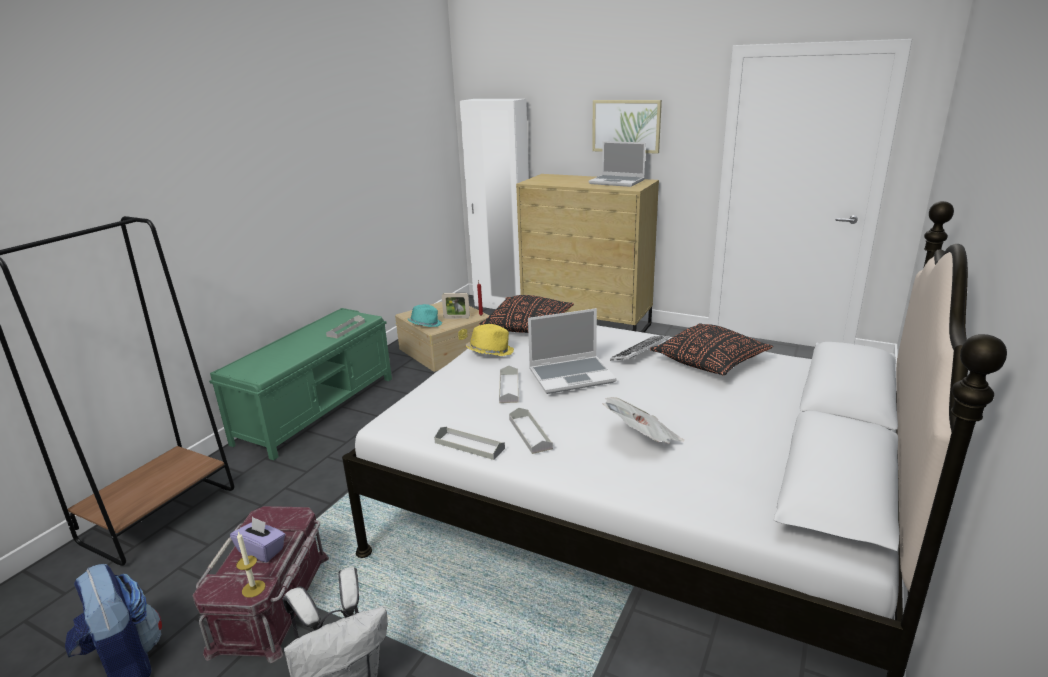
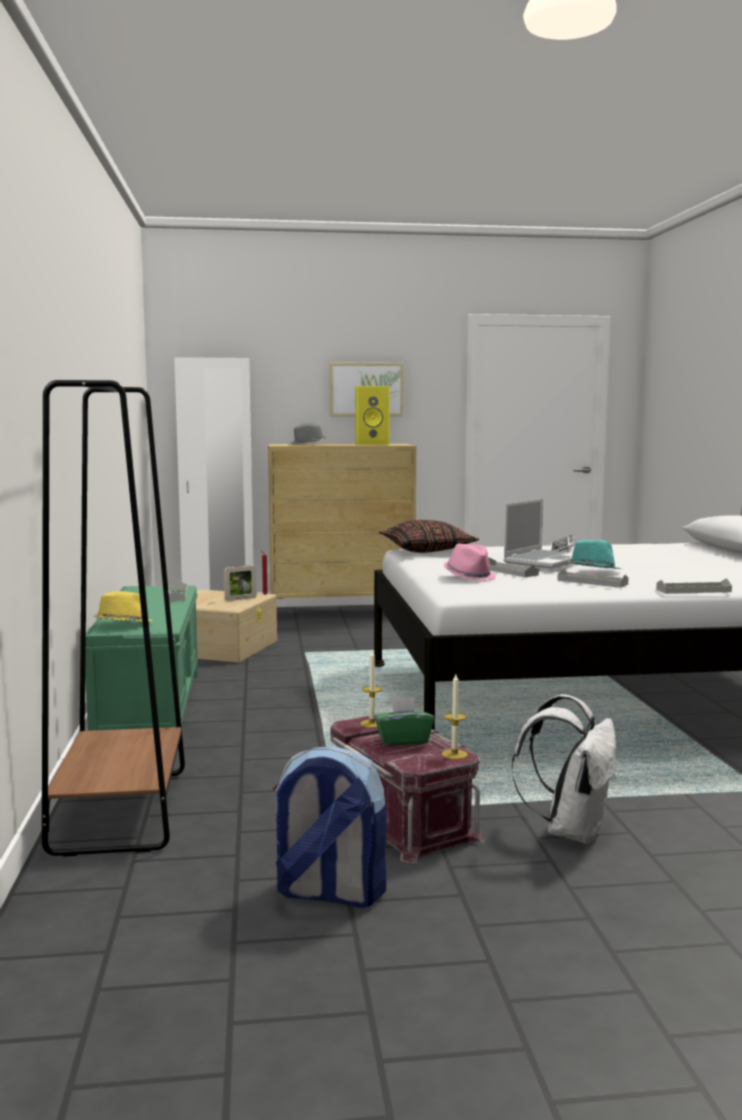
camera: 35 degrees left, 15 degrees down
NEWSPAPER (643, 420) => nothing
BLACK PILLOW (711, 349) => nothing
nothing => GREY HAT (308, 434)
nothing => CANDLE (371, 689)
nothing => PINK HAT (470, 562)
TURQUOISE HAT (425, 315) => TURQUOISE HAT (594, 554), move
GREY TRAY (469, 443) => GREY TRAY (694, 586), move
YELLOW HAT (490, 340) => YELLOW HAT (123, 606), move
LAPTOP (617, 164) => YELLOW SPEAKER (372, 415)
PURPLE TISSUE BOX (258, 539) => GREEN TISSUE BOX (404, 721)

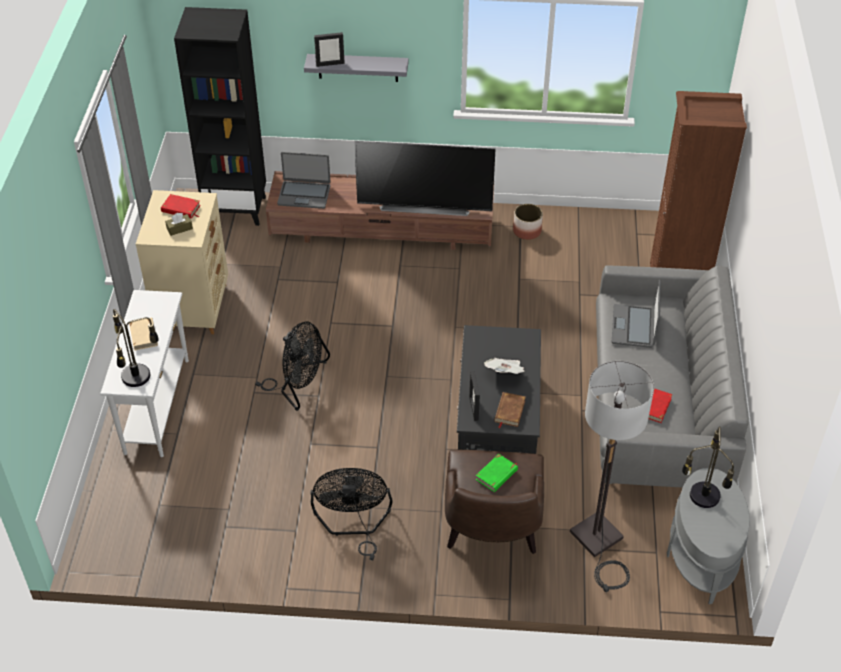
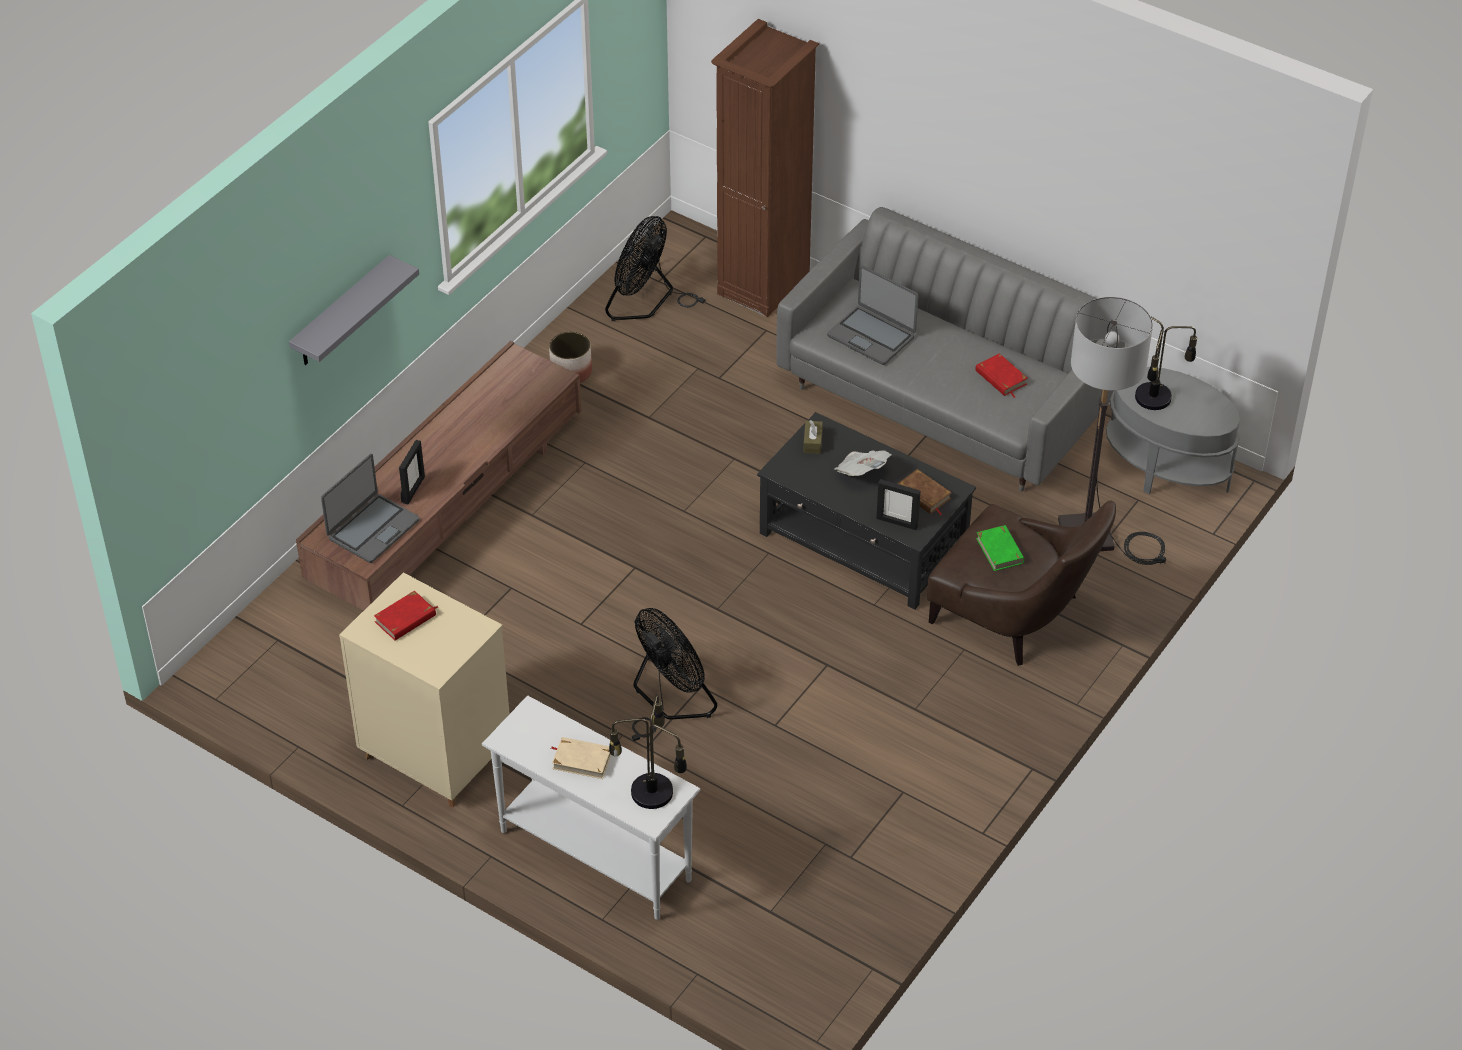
camera: 60 degrees left, 0 degrees up
BLACK BOOKCASE (220, 116) => nothing
TELEVISION (425, 178) => nothing
BROWN TISSUE BOX (179, 224) => BROWN TISSUE BOX (813, 437), move
BLACK FAN (352, 514) => BLACK FAN (655, 268), move
PICTURE FRAME (329, 49) => PICTURE FRAME (412, 472), move

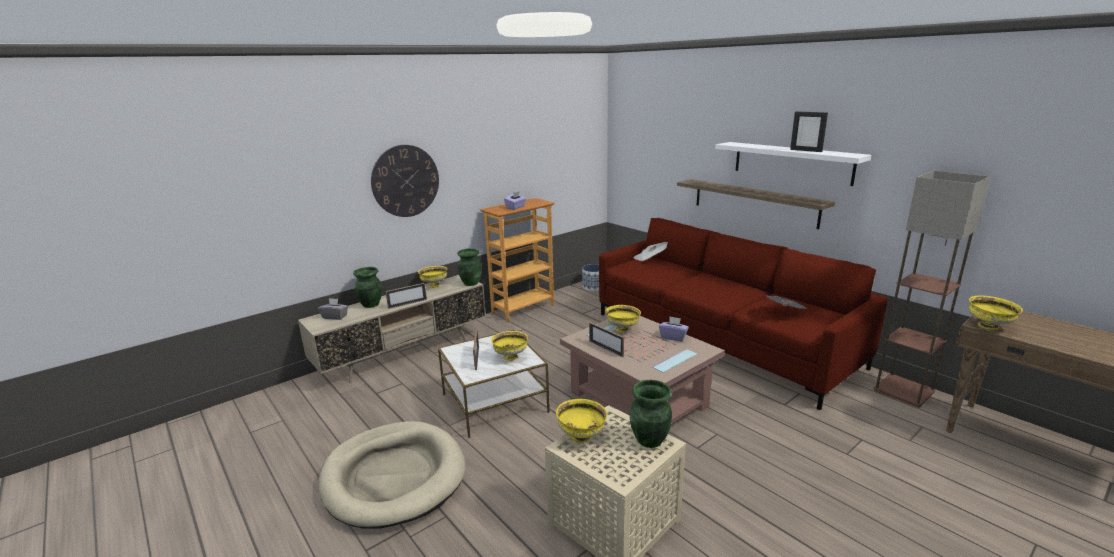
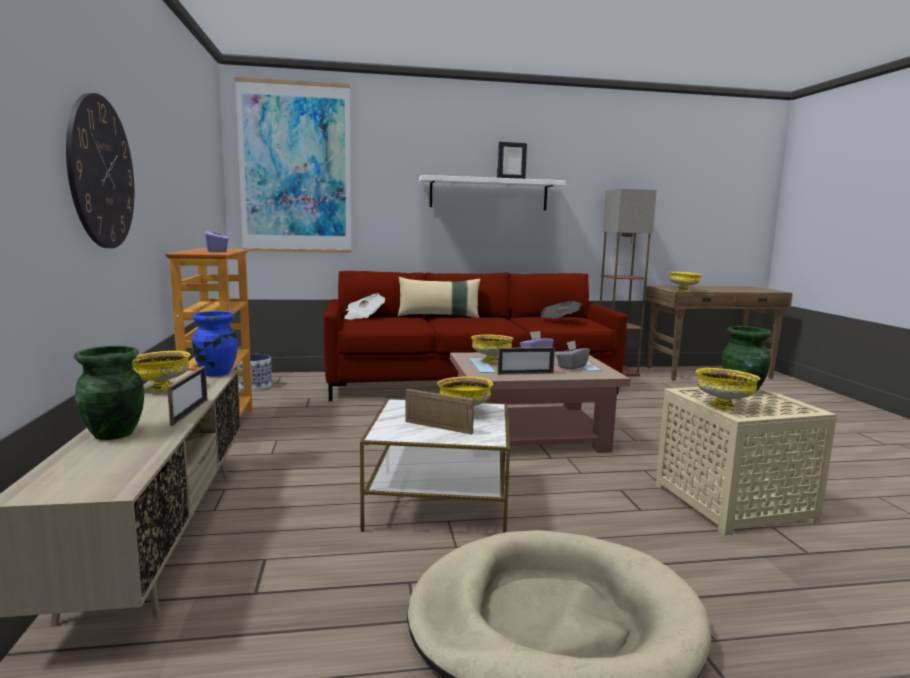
camera: 60 degrees left, 10 degrees down
SHELF (756, 204) => nothing
nothing => PICTURE (293, 165)
nothing => BEIGE PILLOW (439, 297)
GREY TISSUE BOX (333, 309) => GREY TISSUE BOX (573, 355), move
GREEN VASE (469, 267) => BLUE VASE (215, 343)

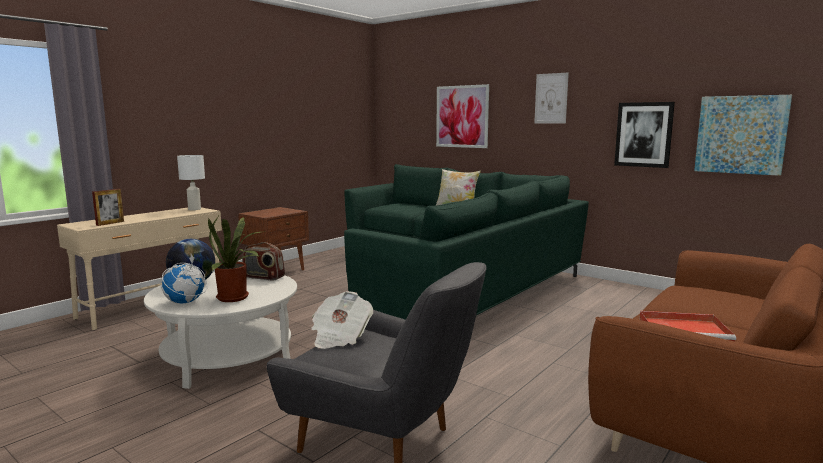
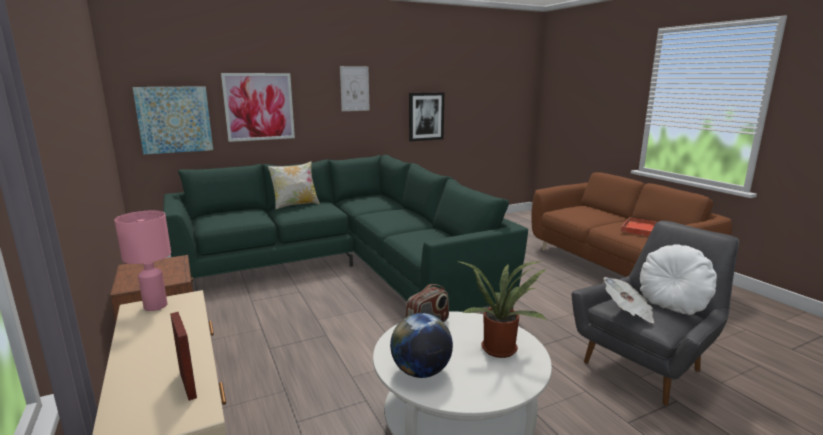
camera: 65 degrees left, 5 degrees up
GLOBE (184, 278) => nothing
nothing => WHITE PILLOW (678, 279)
PICTURE (743, 135) => PICTURE (172, 120), move
WHITE TABLE LAMP (191, 182) => PINK TABLE LAMP (142, 261)

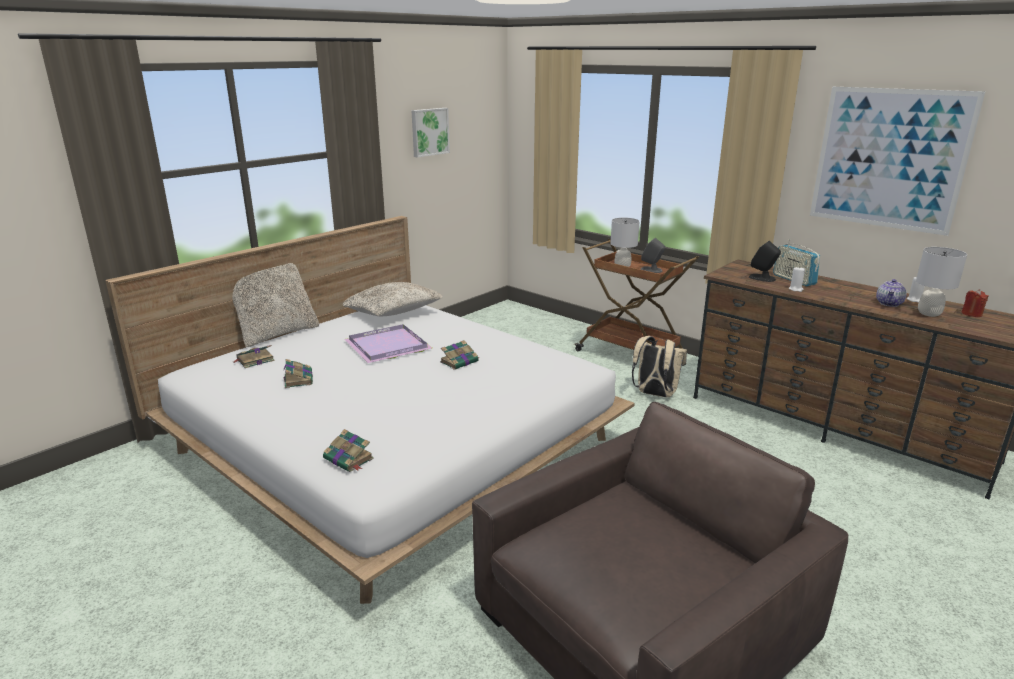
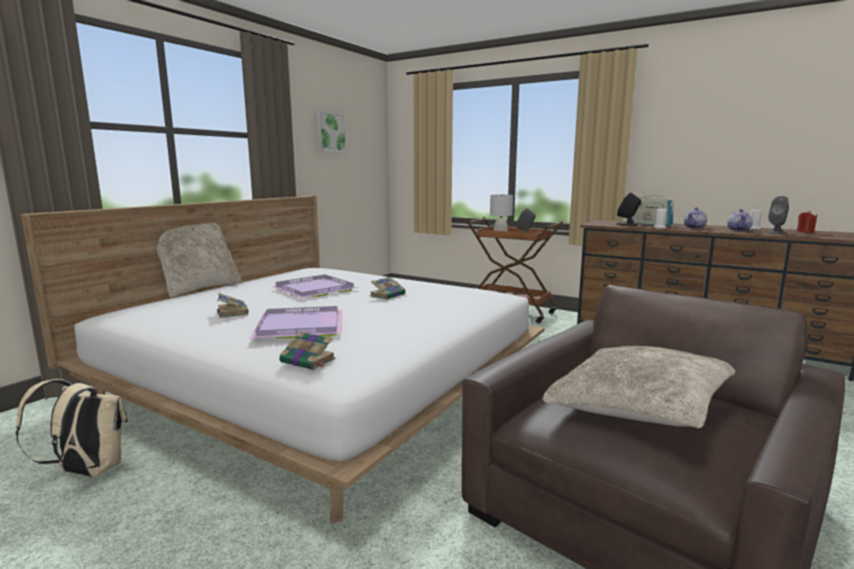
camera: 10 degrees left, 10 degrees down
BOOK (253, 356) => nothing
PICTURE (897, 161) => nothing
nothing => PURPLE TRAY (296, 322)
nothing => TEAPOT (695, 218)
BEIGE PILLOW (393, 299) => BEIGE PILLOW (639, 387), move
BEIGE BACKPACK (659, 366) => BEIGE BACKPACK (72, 428), move
GREY TABLE LAMP (941, 282) => GREY SPEAKER (777, 215)

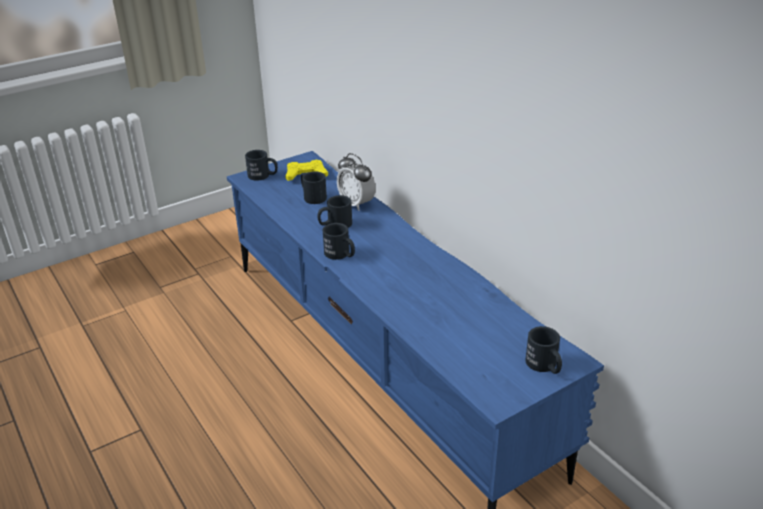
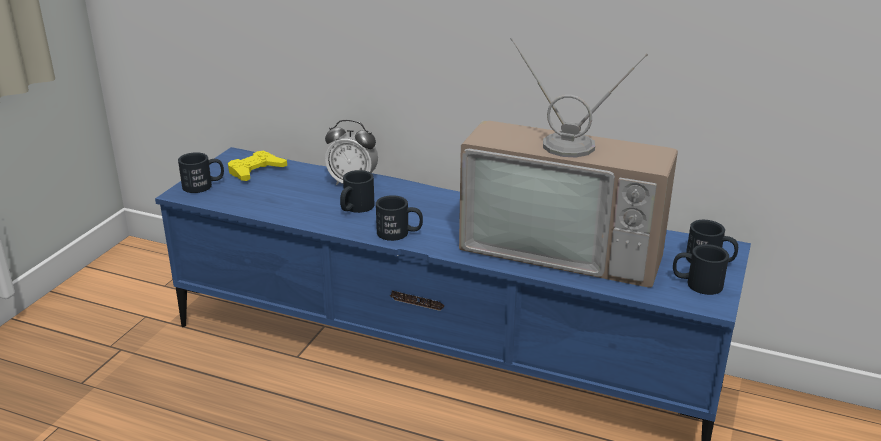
camera: 35 degrees left, 5 degrees down
nothing => TELEVISION (568, 162)
BLACK MUG (314, 187) => BLACK MUG (701, 269), move

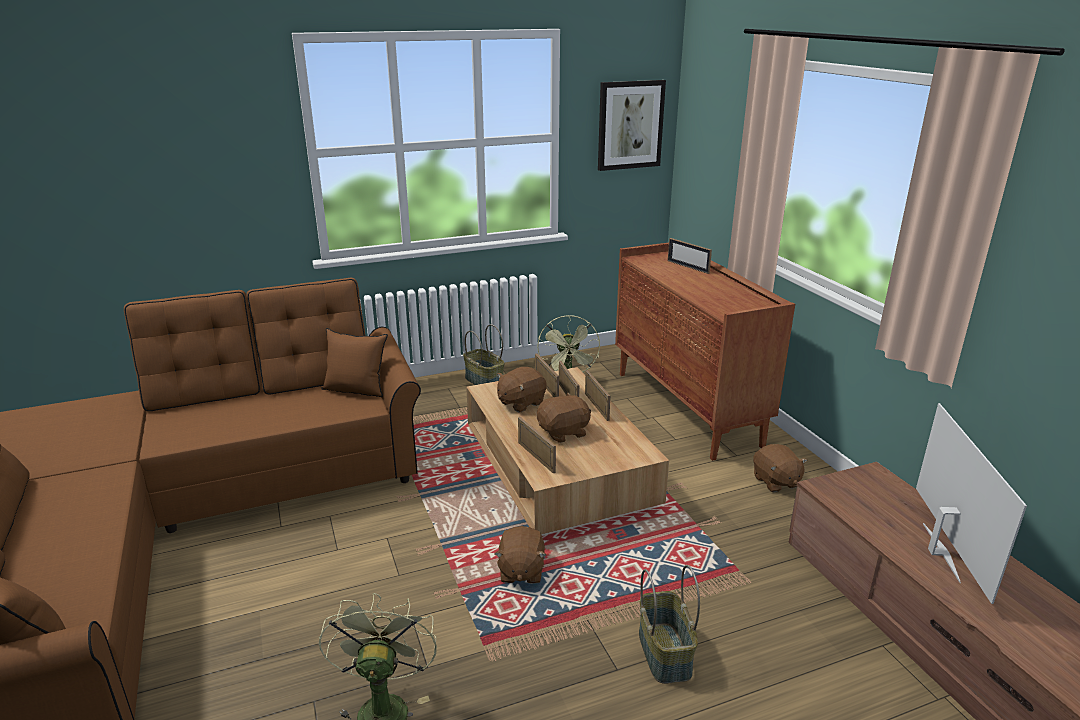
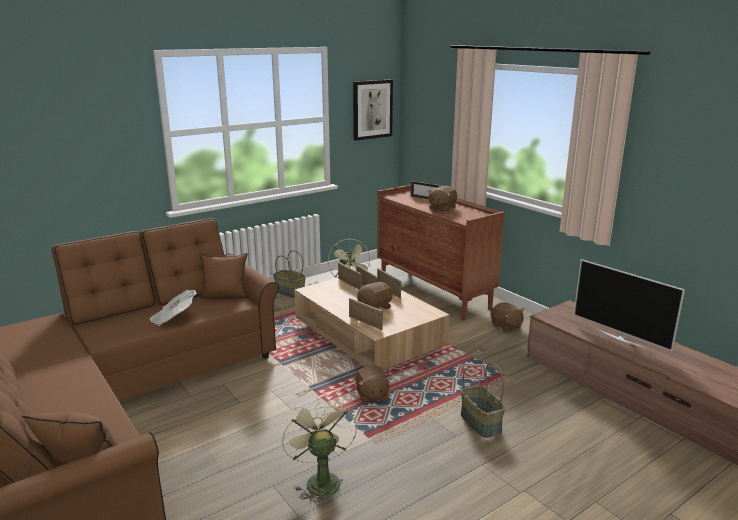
camera: 15 degrees left, 5 degrees down
nothing => NEWSPAPER (173, 308)
BROWN PLUSH TOY (522, 389) => BROWN PLUSH TOY (442, 199), move
TELEVISION (971, 503) => TELEVISION (629, 305), 150 degrees clockwise

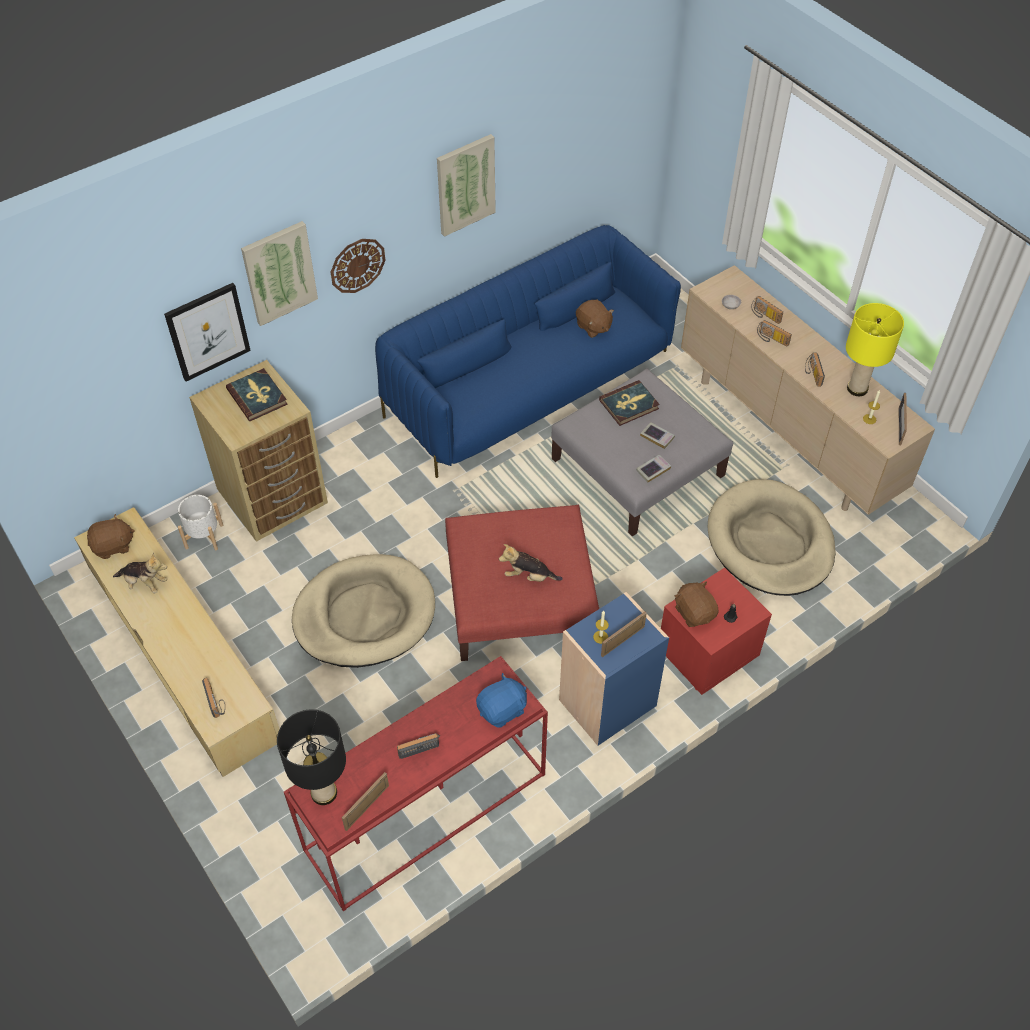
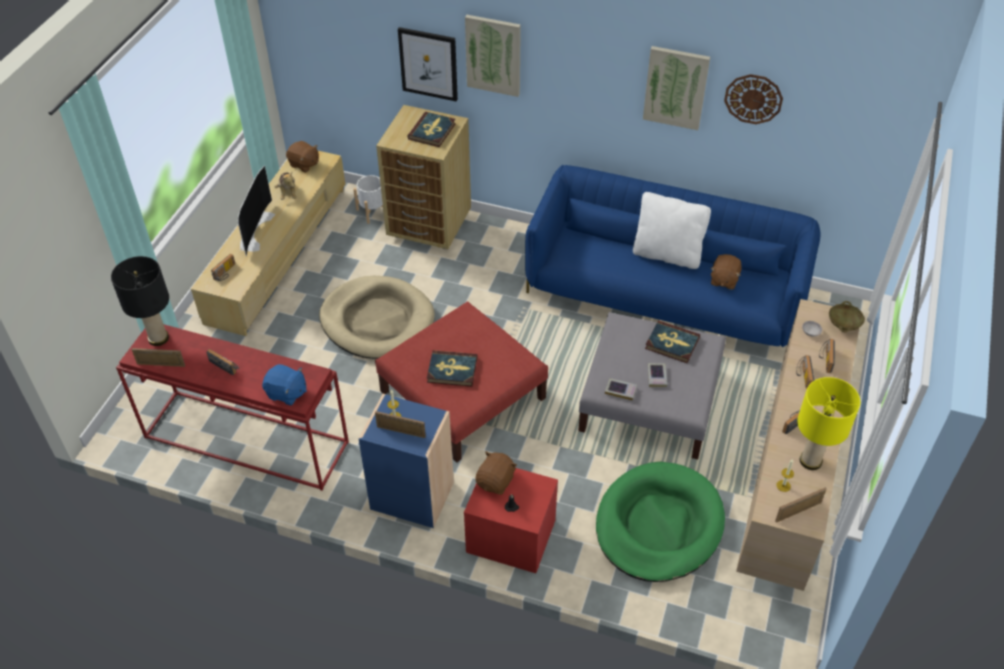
camera: 55 degrees right, 5 degrees down
nothing => TELEVISION (256, 211)
nothing => WHITE PILLOW (672, 230)
nothing => BEIGE BOWL (847, 316)
WALL CLOCK (358, 266) => WALL CLOCK (753, 99), move
PLUSH TOY (530, 563) => BOOK (452, 368)
BEIGE DOG BED (771, 537) => GREEN DOG BED (660, 522)

